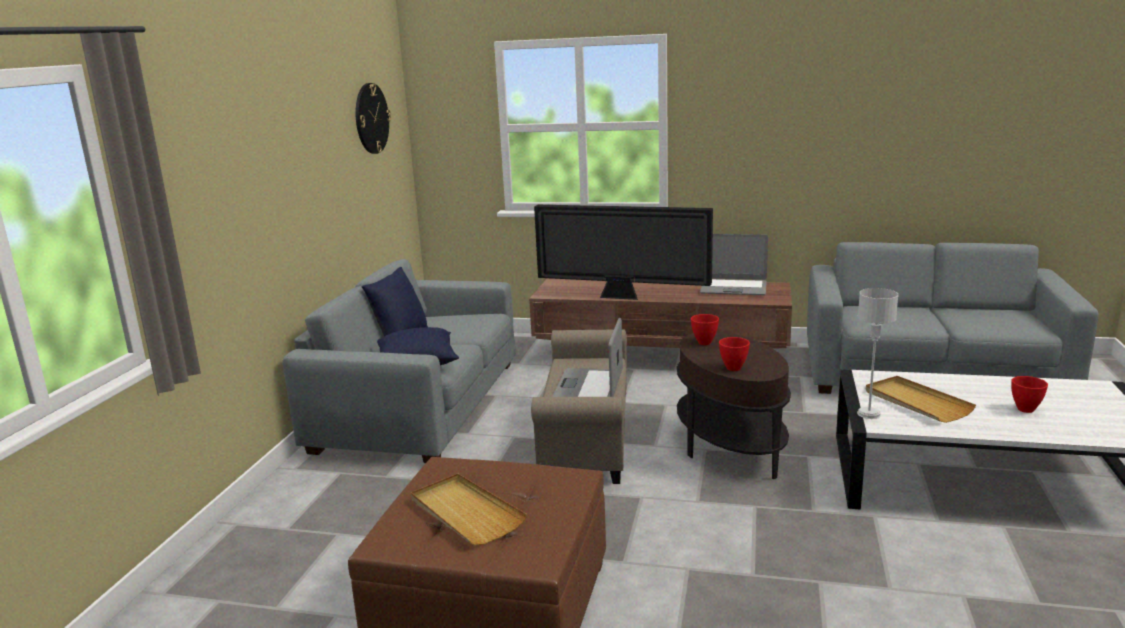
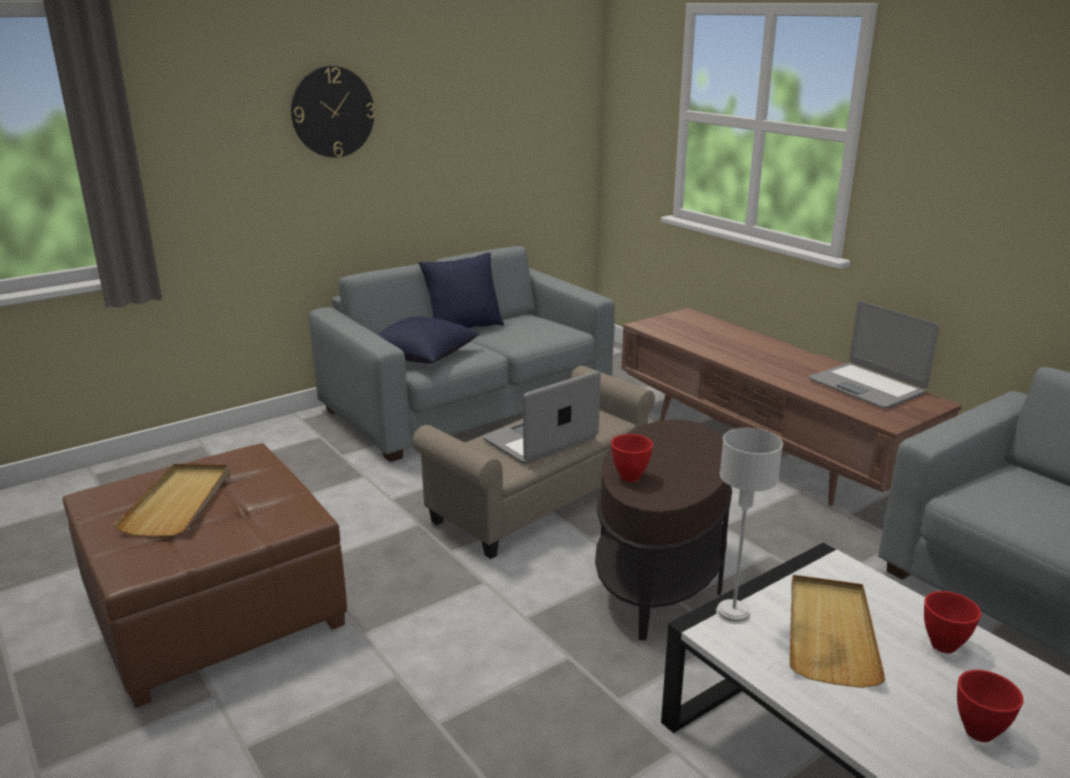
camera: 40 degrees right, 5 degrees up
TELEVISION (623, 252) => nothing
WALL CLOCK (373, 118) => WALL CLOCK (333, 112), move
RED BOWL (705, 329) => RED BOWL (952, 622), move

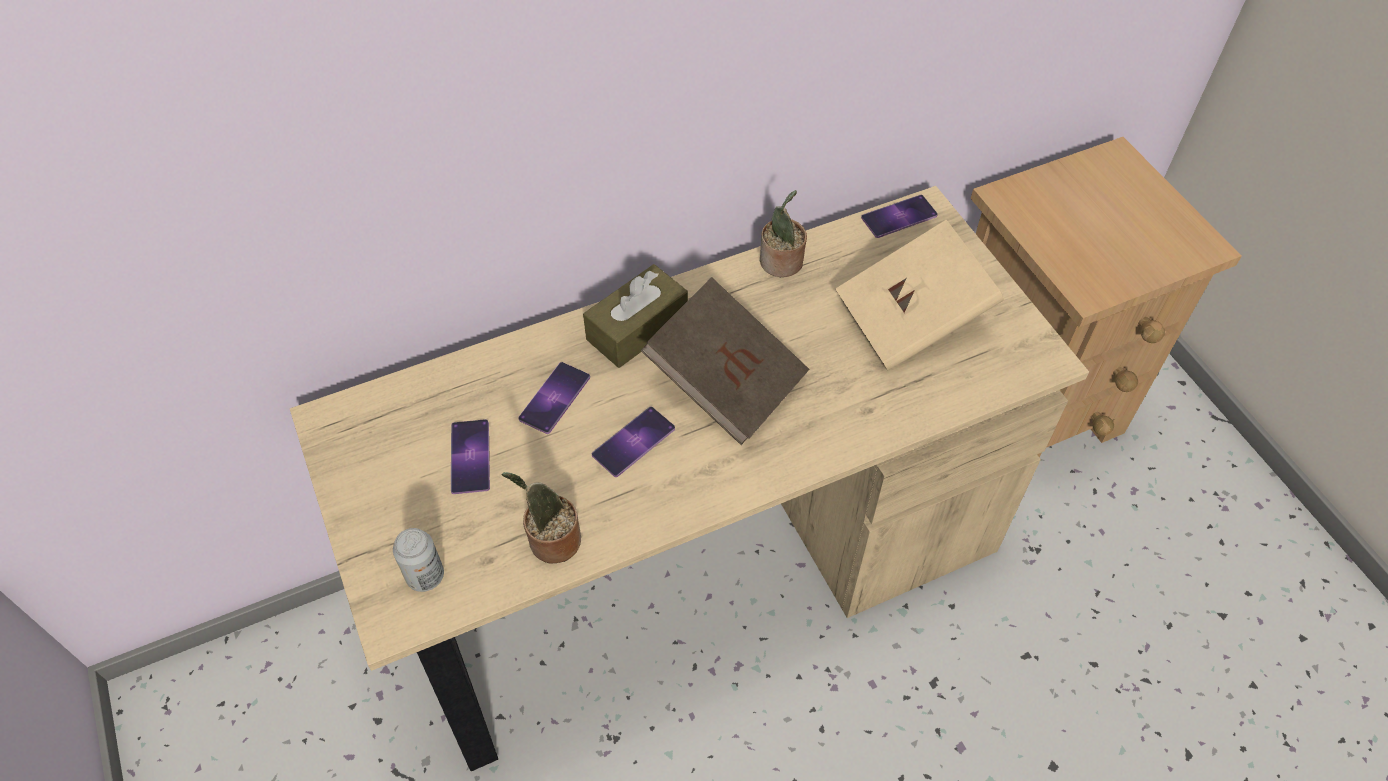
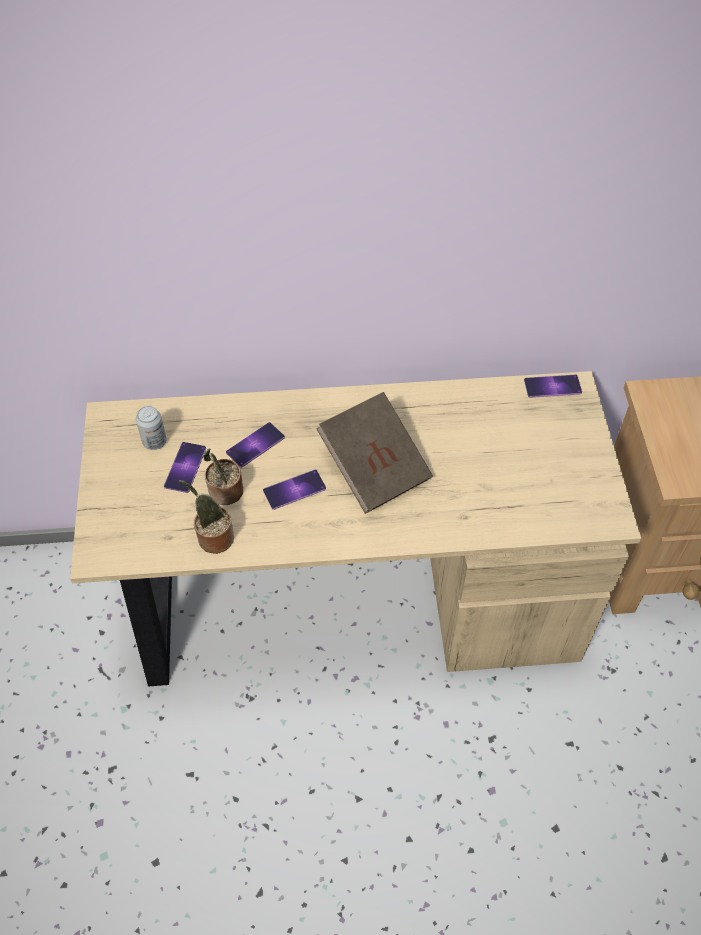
camera: 20 degrees right, 0 degrees up
BROWN TISSUE BOX (635, 316) => nothing
BEIGE BOOK (919, 295) => nothing
CAN (418, 560) => CAN (151, 428), move
POTTED PLANT (783, 233) => POTTED PLANT (223, 476), move

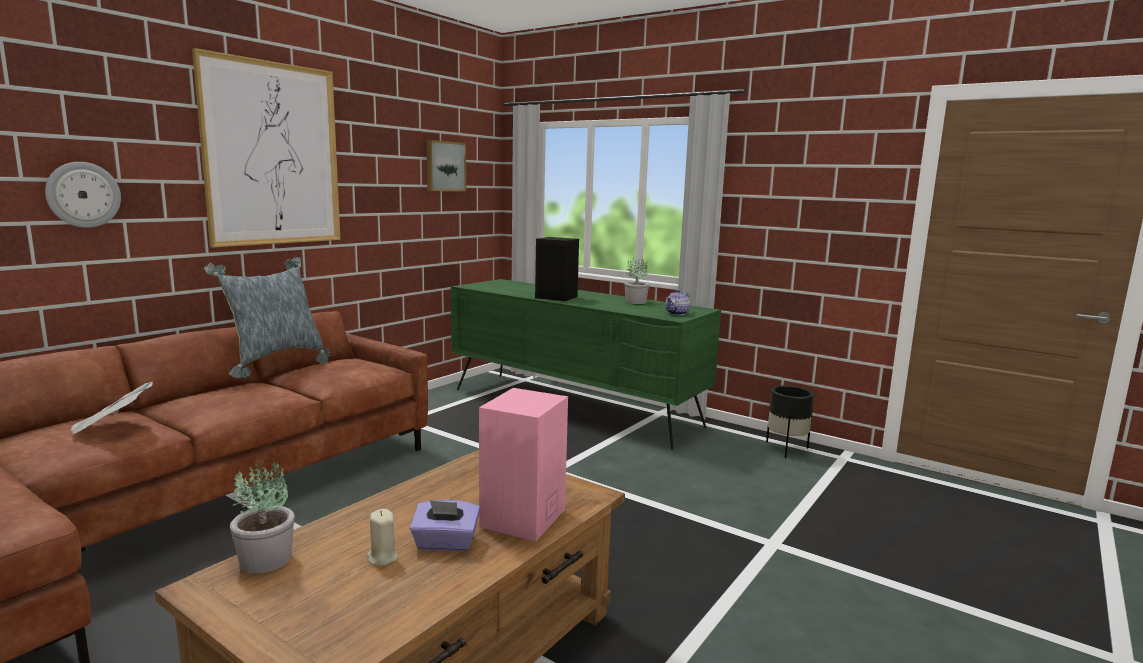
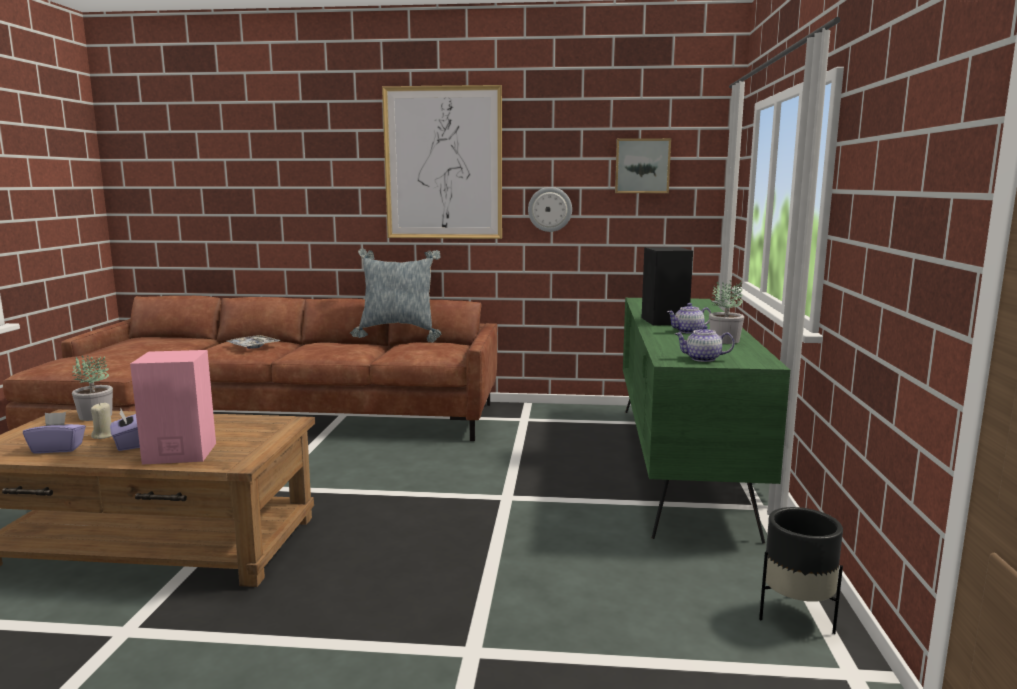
camera: 60 degrees right, 0 degrees up
nothing => PURPLE TISSUE BOX (54, 432)
nothing => TEAPOT (689, 318)
WALL CLOCK (83, 195) => WALL CLOCK (550, 209), move
NEWSPAPER (112, 409) => TRAY (253, 342)

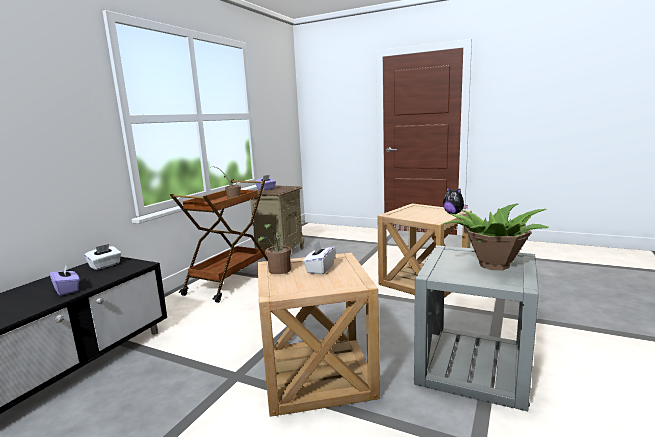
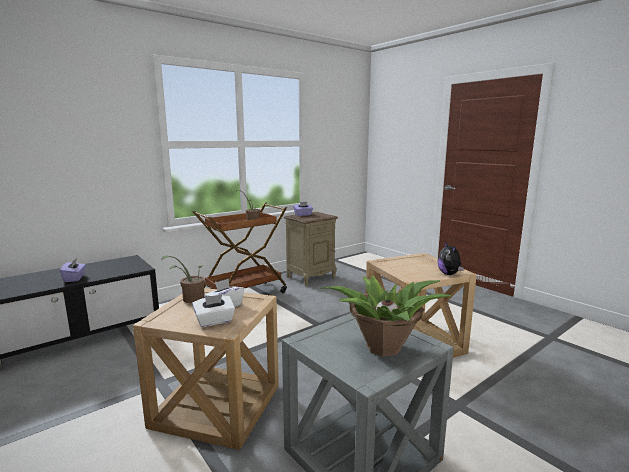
camera: 25 degrees right, 0 degrees up
WHITE TISSUE BOX (102, 257) => WHITE TISSUE BOX (213, 311), move

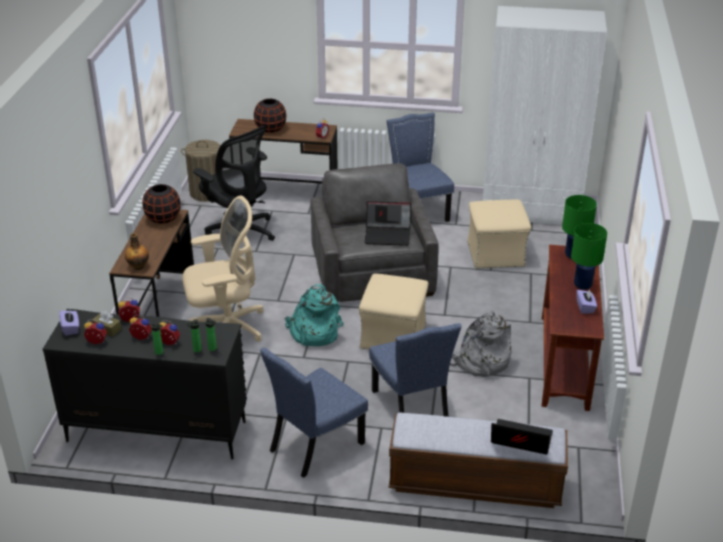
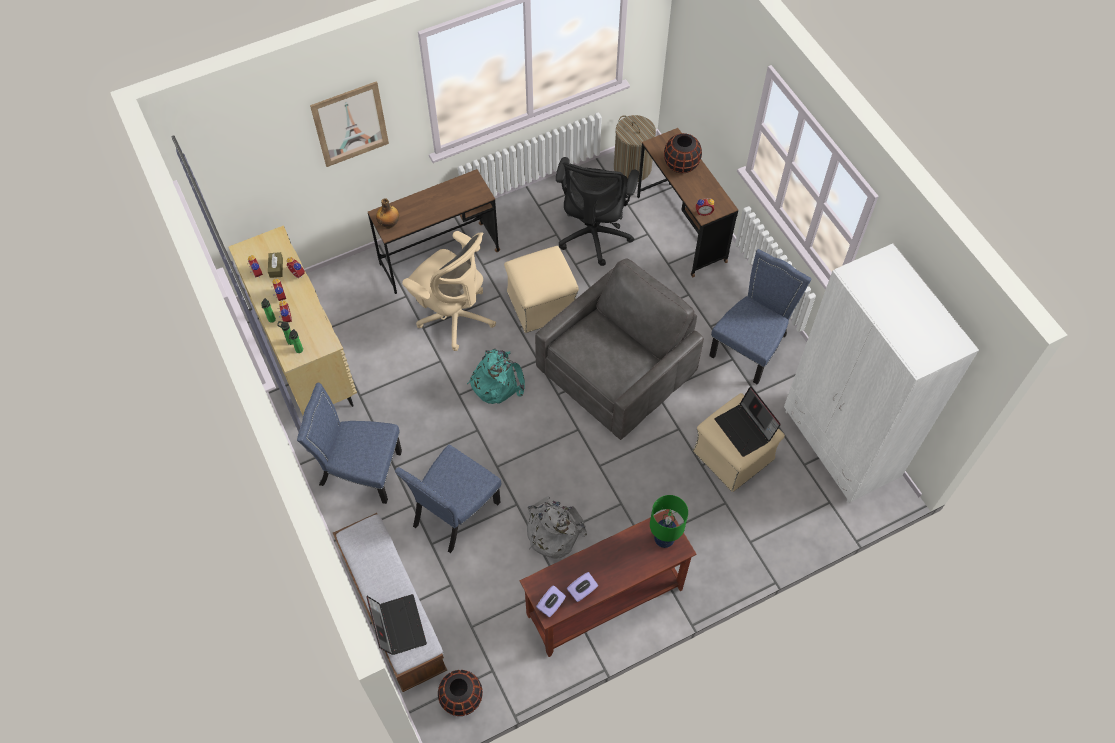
camera: 55 degrees right, 25 degrees up
GREEN TABLE LAMP (589, 256) => nothing
nothing => PICTURE (349, 124)
PURPLE TISSUE BOX (69, 322) => PURPLE TISSUE BOX (551, 601), move
BLACK VASE (161, 204) => BLACK VASE (460, 693), move
BEIGE OTTOMAN (393, 311) => BEIGE OTTOMAN (541, 289), move
LAPTOP (387, 223) => LAPTOP (748, 421), move
BLACK DRESSER (145, 384) => BEIGE DRESSER (292, 320)

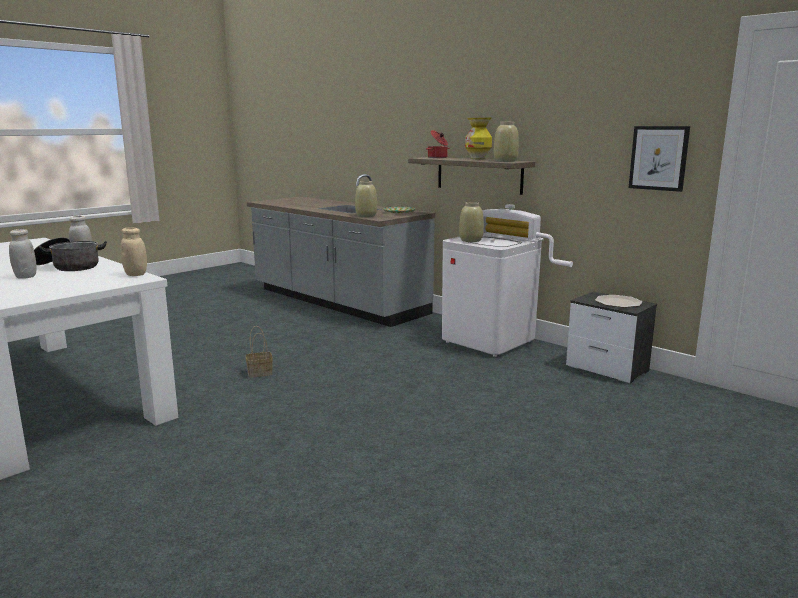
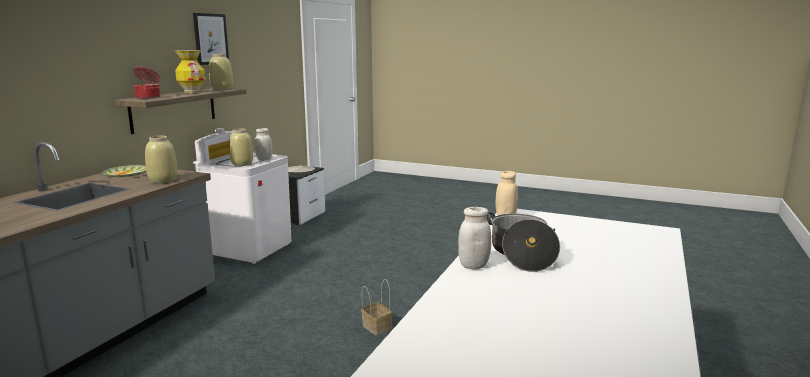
camera: 110 degrees left, 0 degrees up
WHITE JAR (23, 254) => WHITE JAR (263, 144), move
PICTURE (659, 159) => PICTURE (211, 39), move

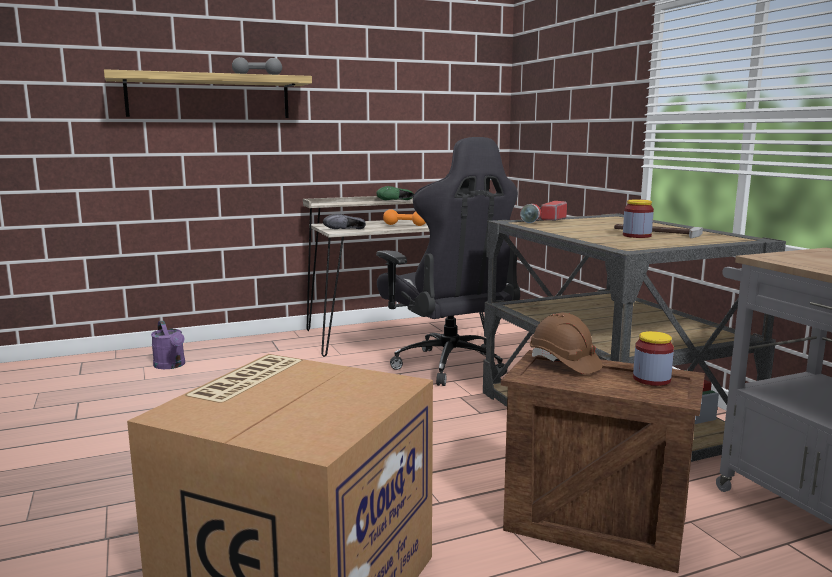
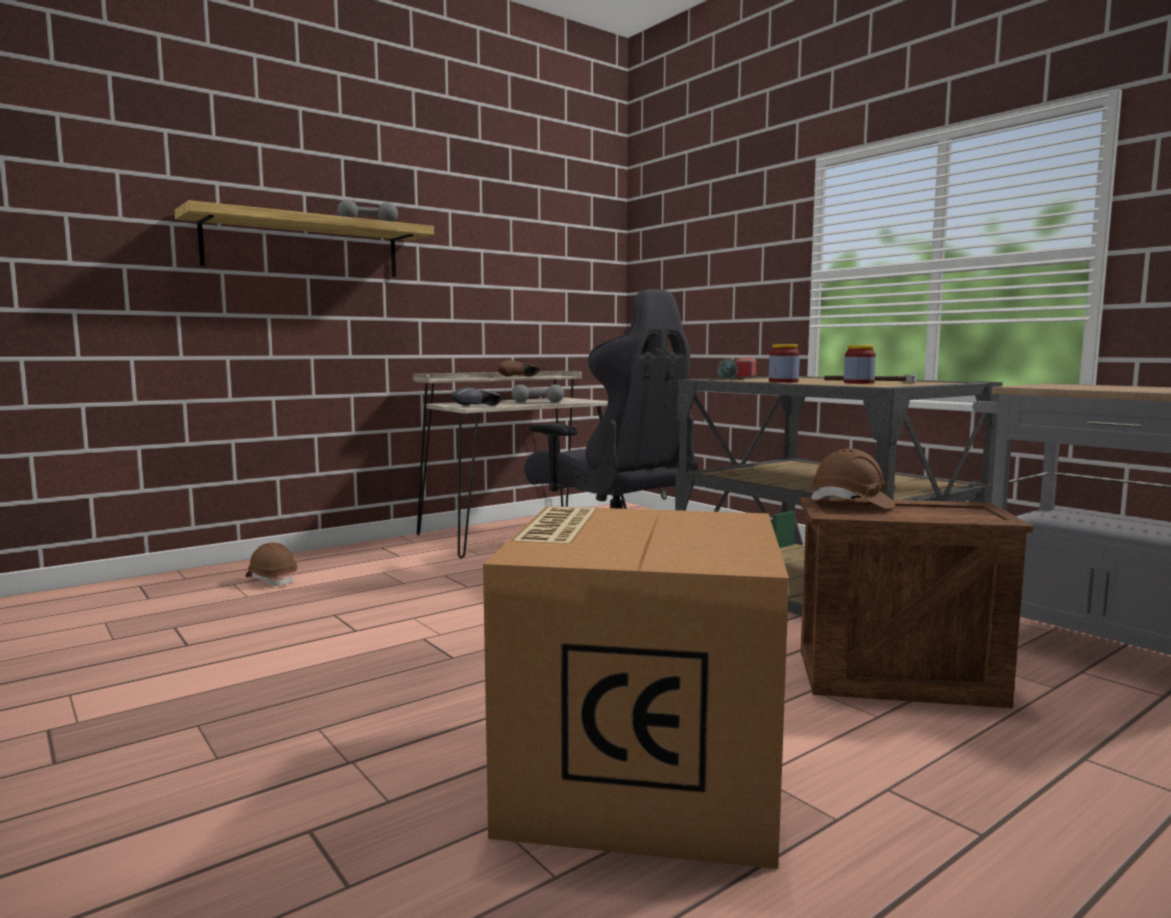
camera: 15 degrees left, 5 degrees down
JAR (653, 358) => JAR (784, 363), move
PURPLE WATERING CAN (168, 345) => BROWN HARD HAT (271, 564)
GREEN SHOE (395, 193) => BROWN SHOE (518, 368)
ORANGE DUMBBELL (404, 217) => GREY DUMBBELL (538, 393)

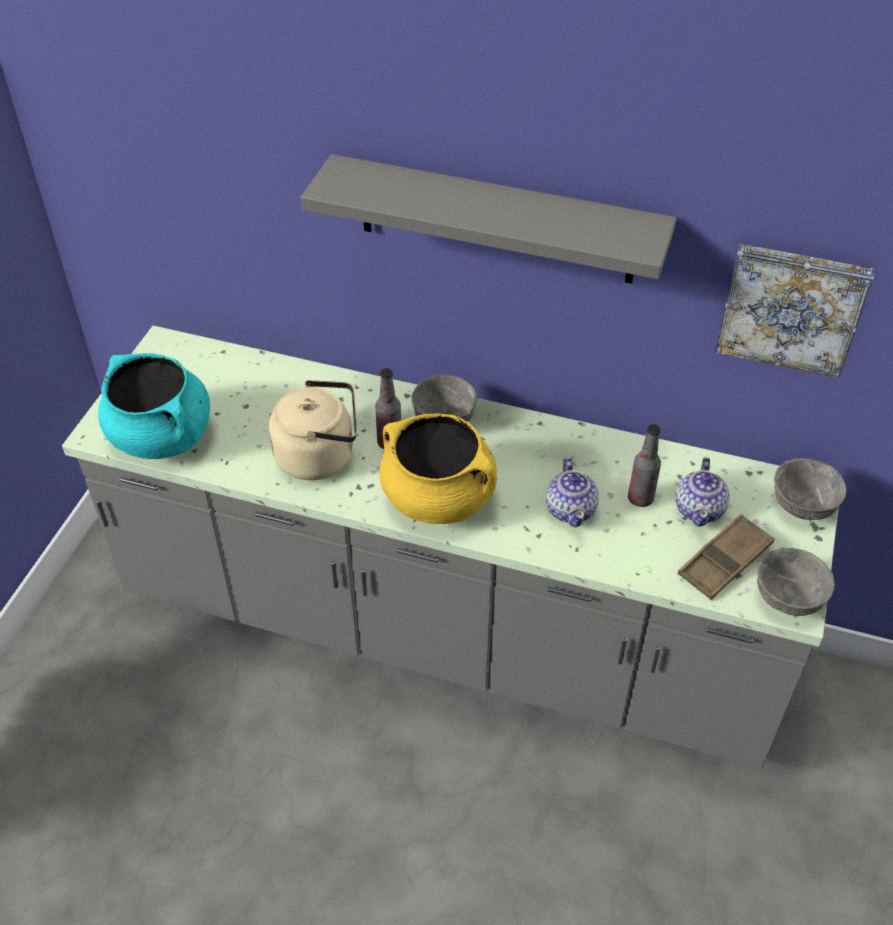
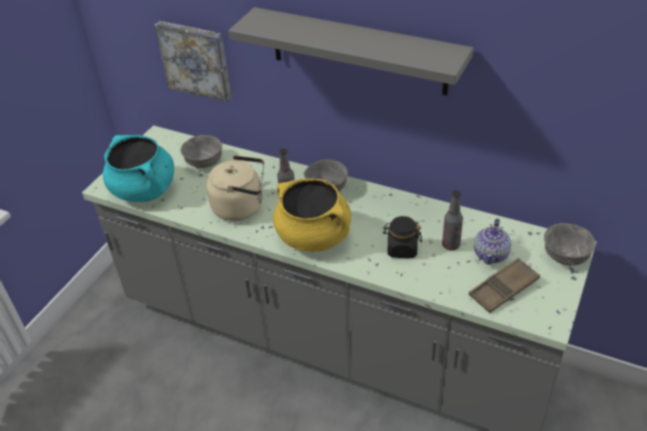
camera: 10 degrees right, 5 degrees down
PICTURE (794, 311) => PICTURE (193, 61), move
GREY BOWL (796, 581) => GREY BOWL (201, 151), move
TEAPOT (572, 492) => BLACK JAR (402, 237)

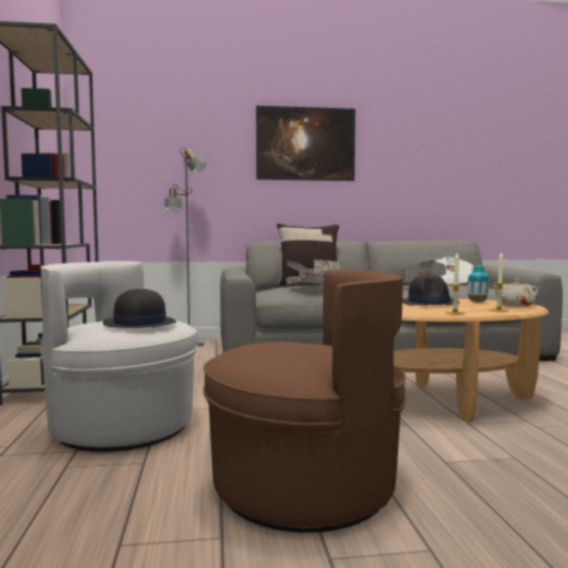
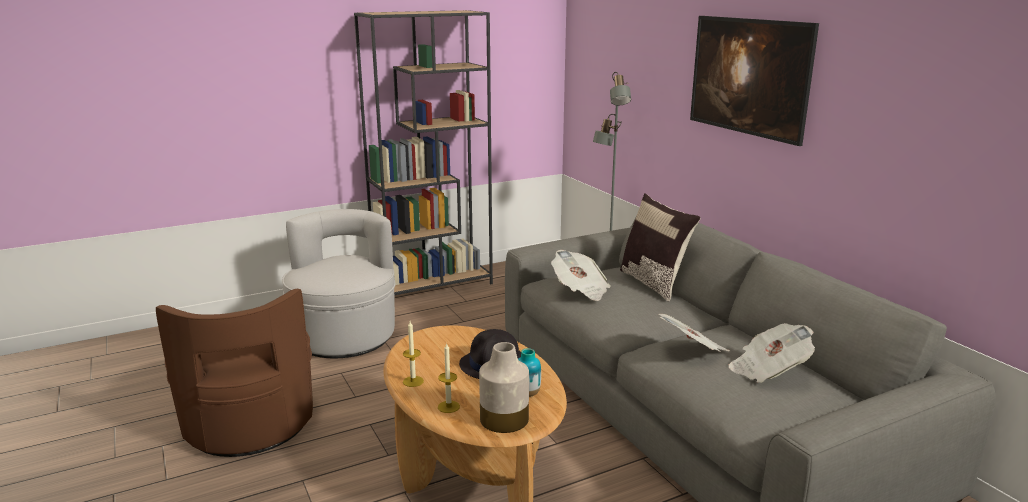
camera: 70 degrees right, 15 degrees up
BLACK HAT (139, 308) => nothing
BEIGE TEAPOT (515, 293) => BEIGE VASE (504, 387)

